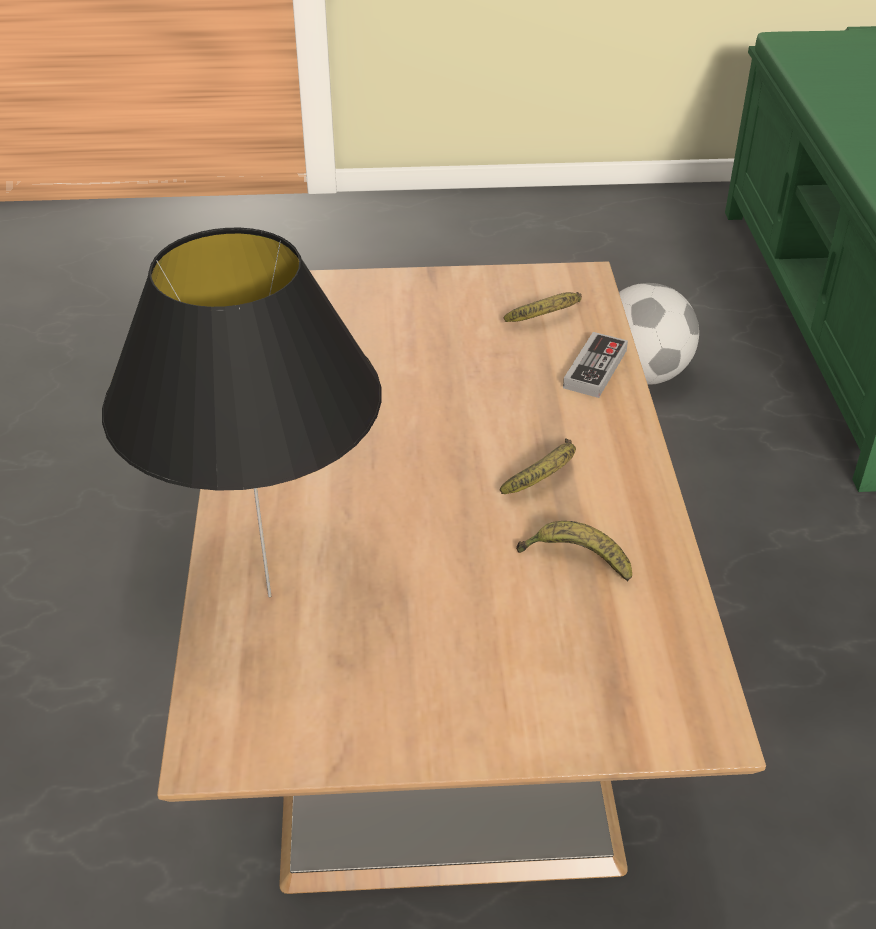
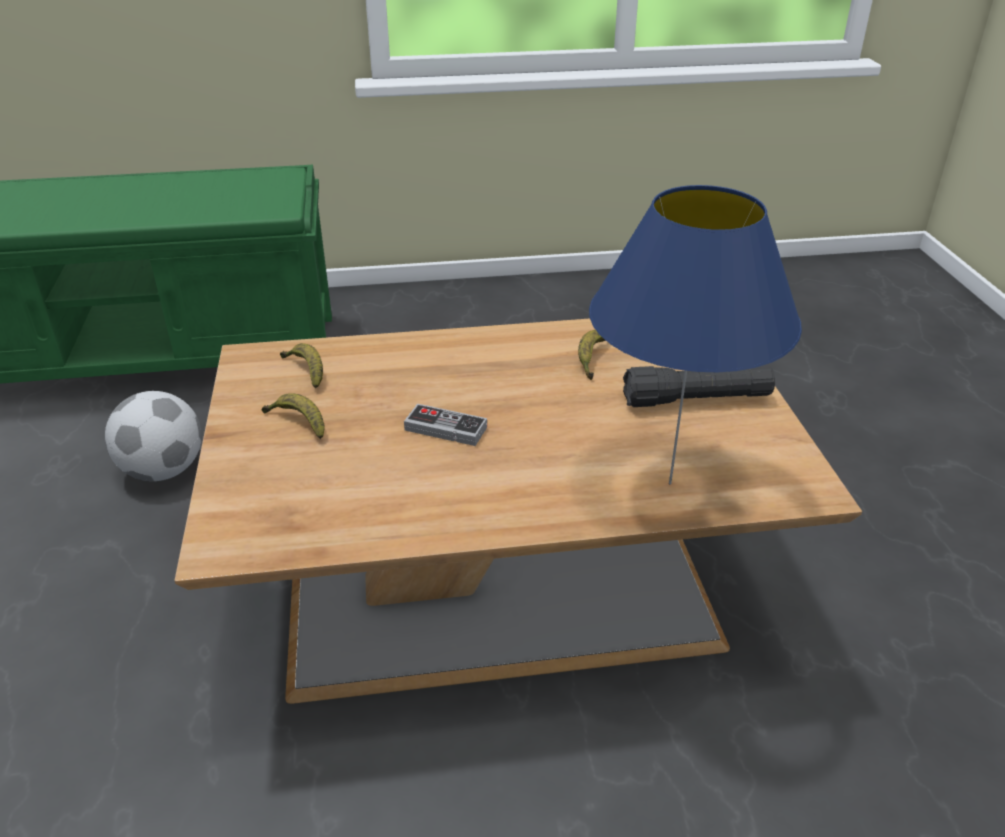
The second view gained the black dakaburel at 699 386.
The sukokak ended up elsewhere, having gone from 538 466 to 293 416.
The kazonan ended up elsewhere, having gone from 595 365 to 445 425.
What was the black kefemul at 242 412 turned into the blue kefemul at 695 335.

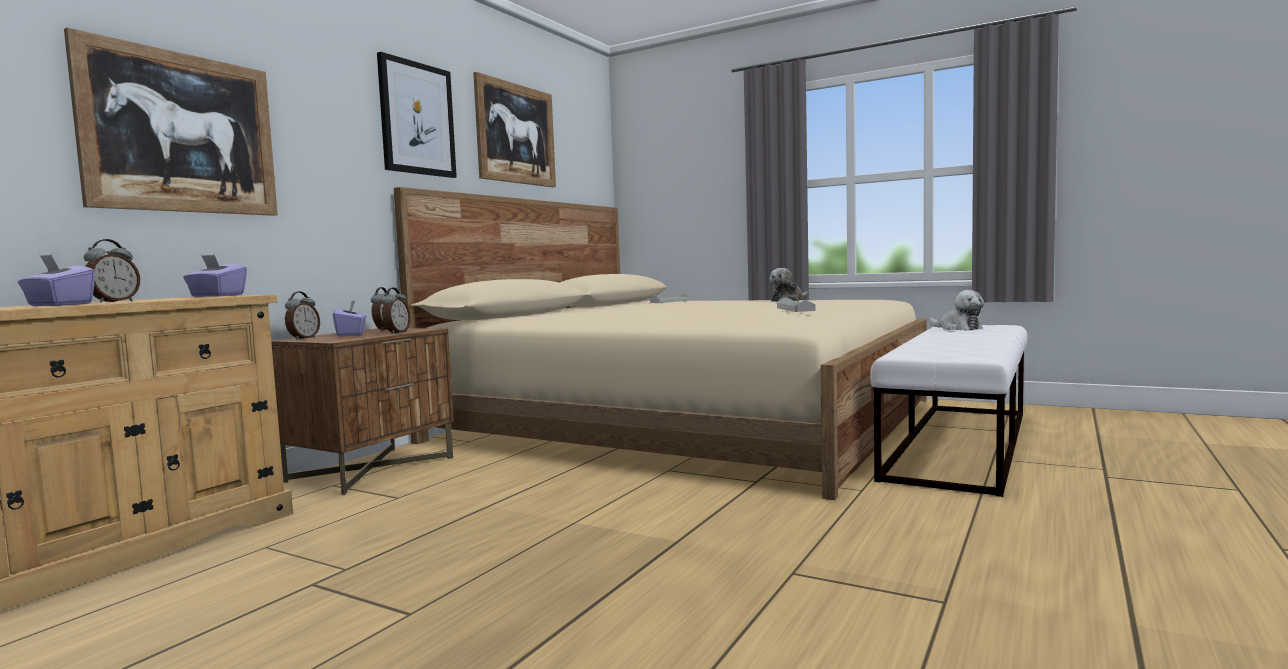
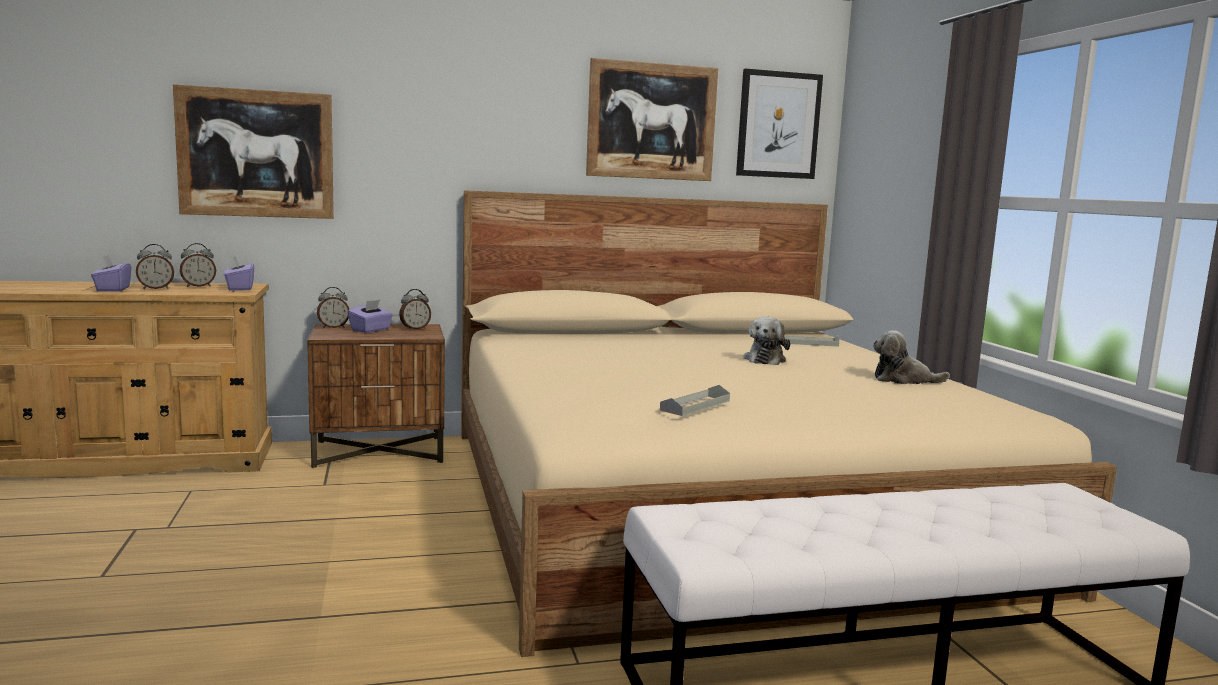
The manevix ended up elsewhere, having gone from 417 115 to 779 124.
The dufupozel ended up elsewhere, having gone from 395 310 to 198 265.
The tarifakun ended up elsewhere, having gone from 956 310 to 767 341.

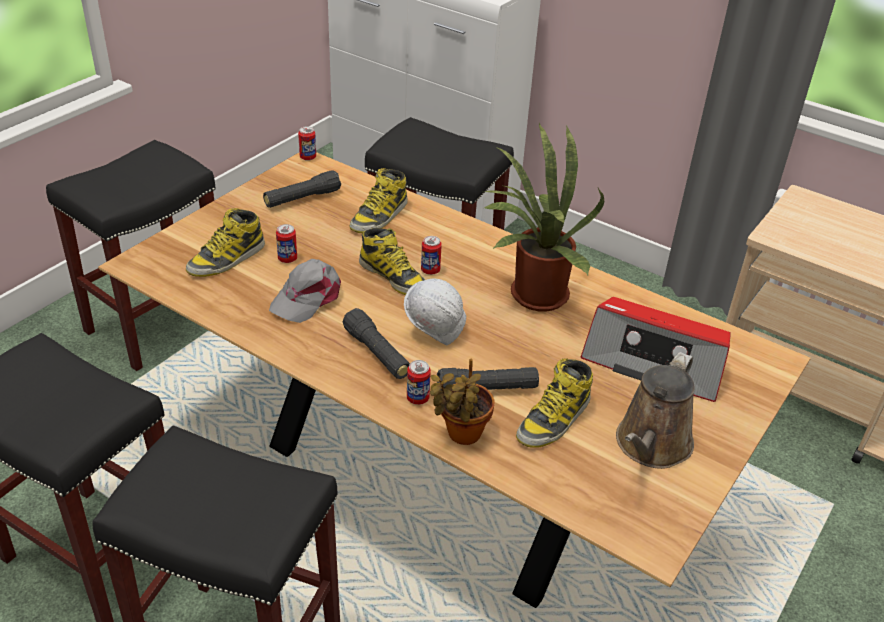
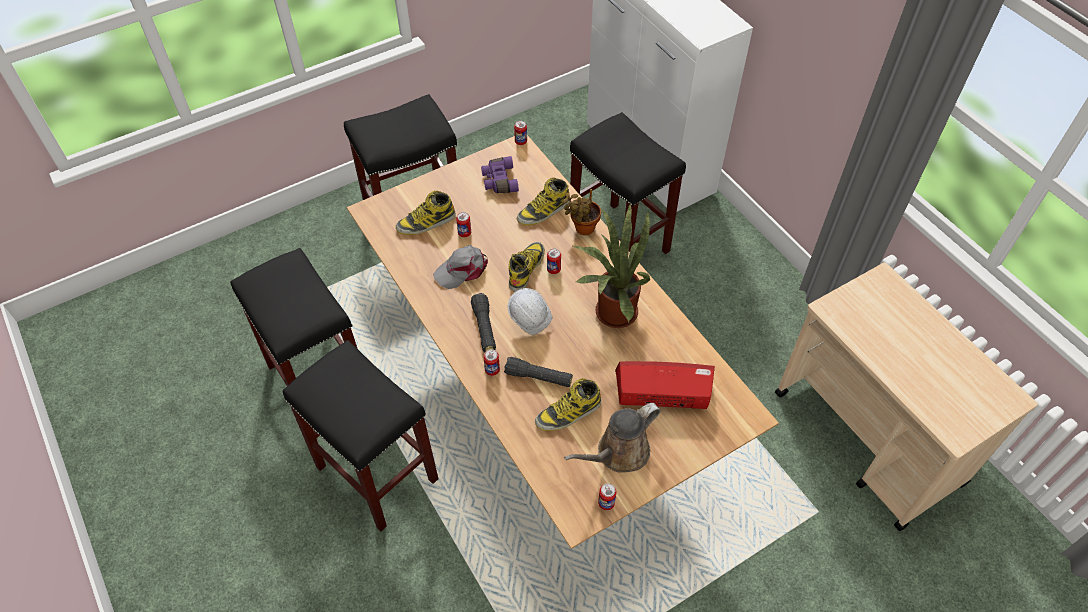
The second view gained the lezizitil at 607 496.
The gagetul ended up elsewhere, having gone from 462 402 to 581 212.
Where the black dakaburel stood at 302 189, the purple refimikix came to stand at 500 174.
The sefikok at 392 261 ended up facing another way, 135 degrees counterclockwise from before.
The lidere at 656 349 ended up facing another way, 135 degrees clockwise from before.

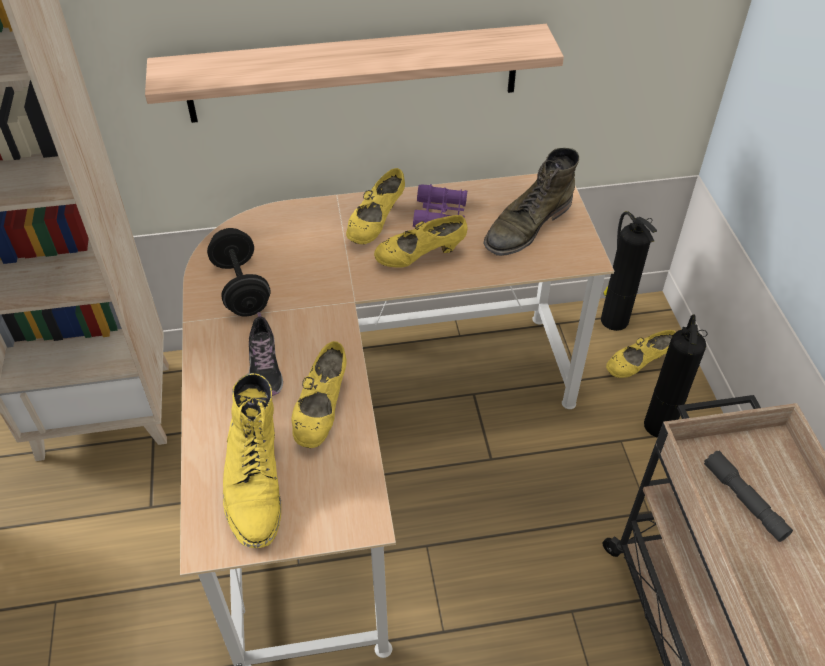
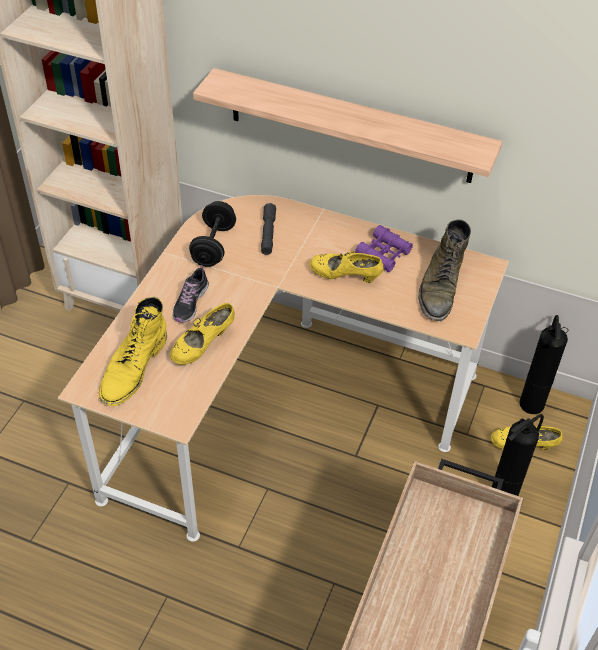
The second view lost the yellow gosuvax at 375 206.
The grey dakaburel ended up elsewhere, having gone from 748 496 to 268 229.
The green sefikok at 531 202 ended up facing another way, 60 degrees counterclockwise from before.

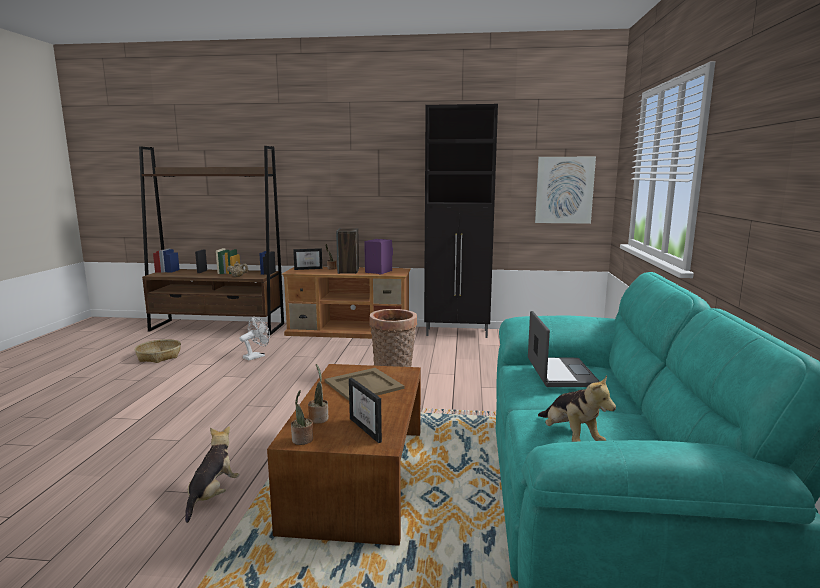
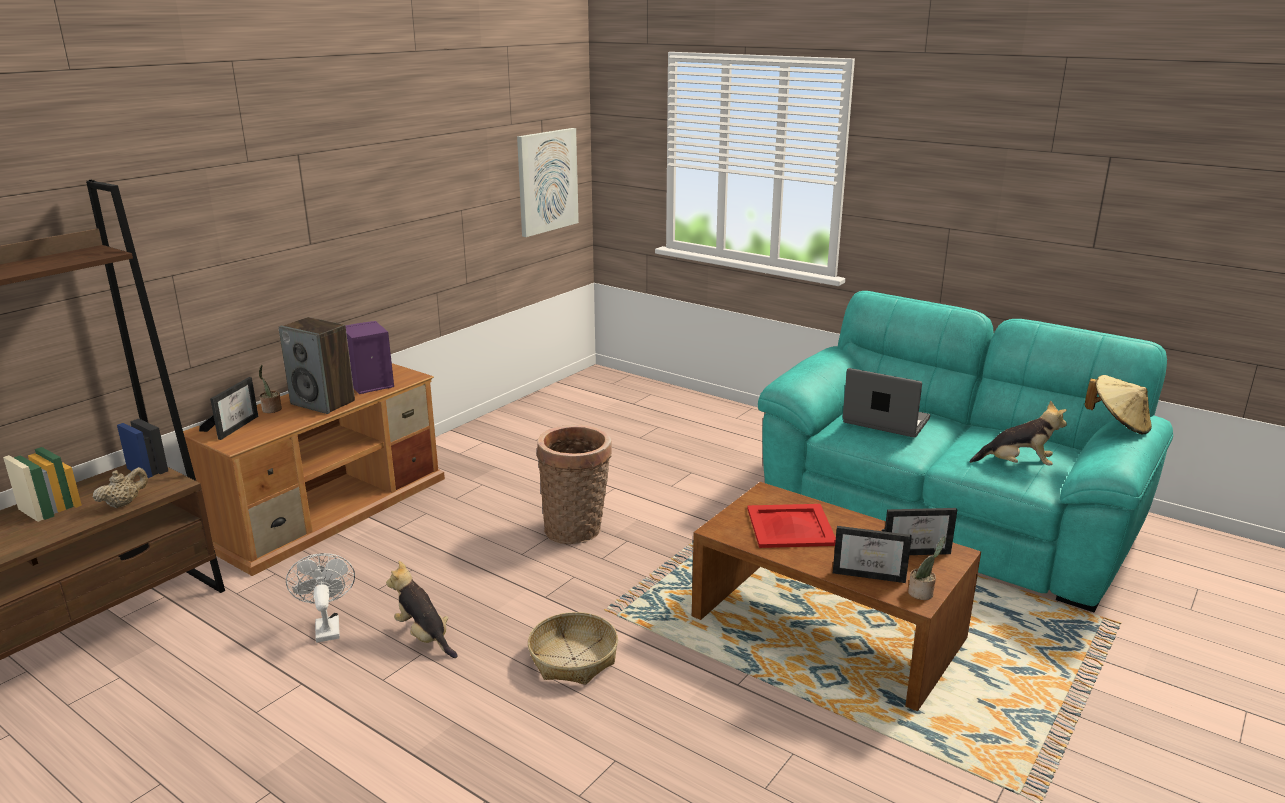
The second view lost the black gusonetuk at 461 221.
The second view gained the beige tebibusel at 1118 405.
The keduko ended up elsewhere, having gone from 158 351 to 573 648.
The tarifakun ended up elsewhere, having gone from 212 474 to 422 609.
Where the gagetul stood at 318 394, the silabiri came to stand at 872 554.
What was the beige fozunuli at 364 384 turned into the red fozunuli at 791 526.

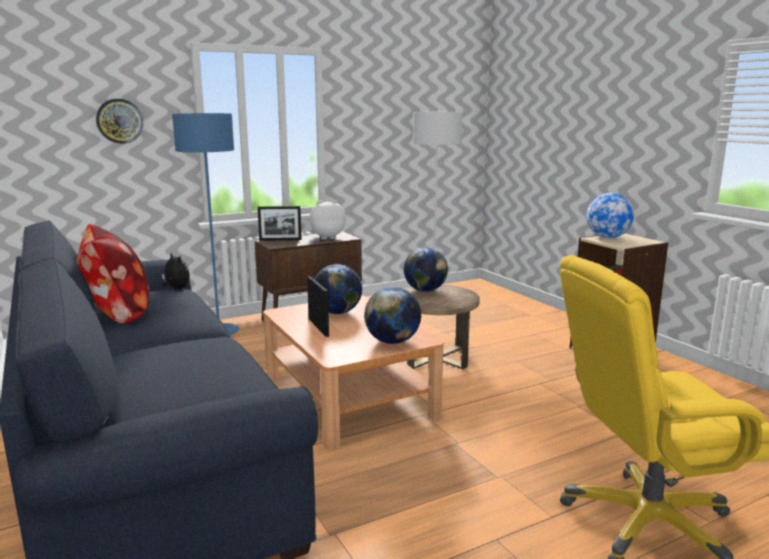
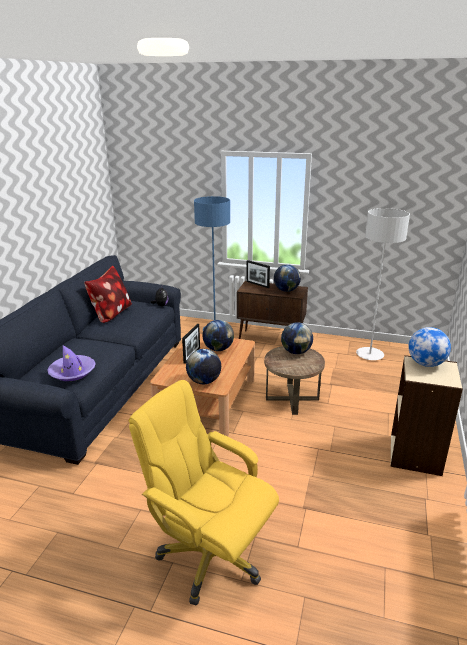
The second view lost the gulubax at 119 121.
The second view gained the purple tebibusel at 71 363.
Where the tarifakun stood at 328 219, the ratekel came to stand at 287 278.

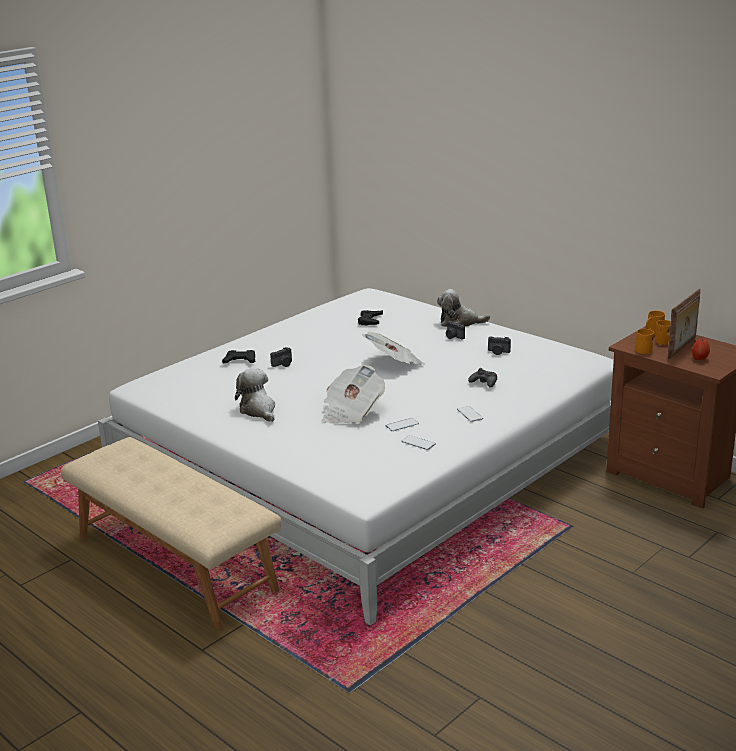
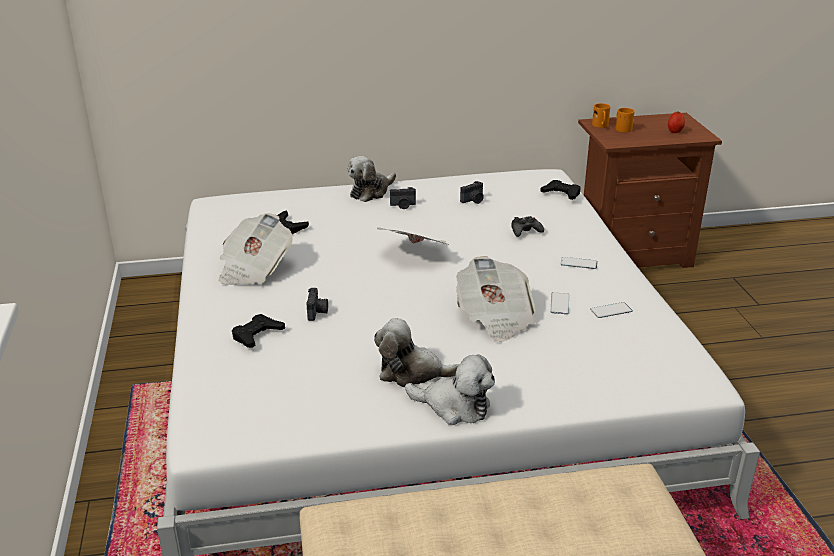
The second view lost the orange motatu at 644 341.
The second view lost the silabiri at 683 324.
The second view gained the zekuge at 255 249.
The second view gained the tarifakun at 450 389.
The second view gained the black kazonan at 560 190.

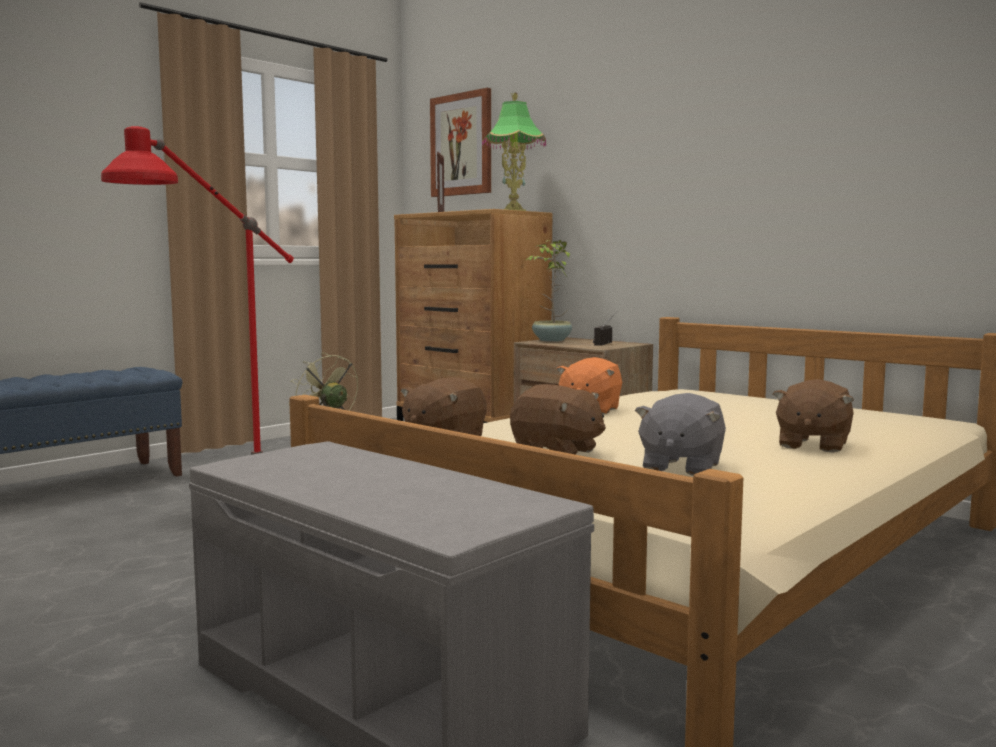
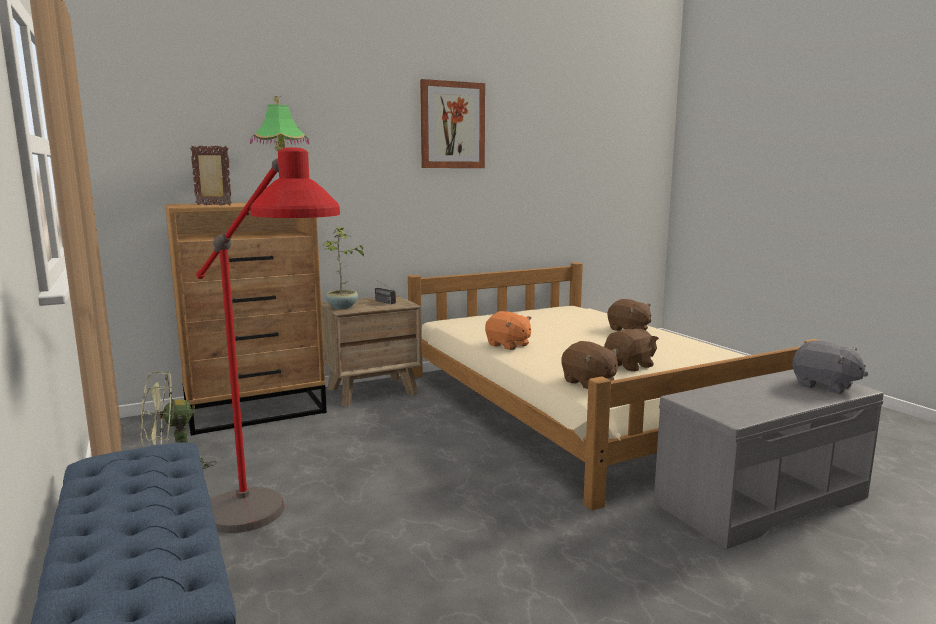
The manevix ended up elsewhere, having gone from 460 142 to 452 123.
The grey tarifakun ended up elsewhere, having gone from 680 434 to 830 367.

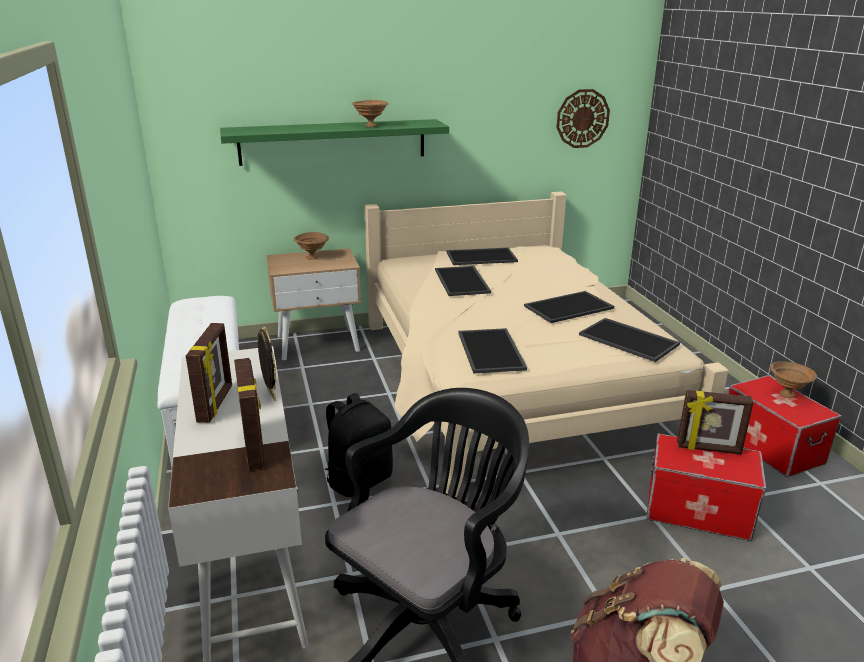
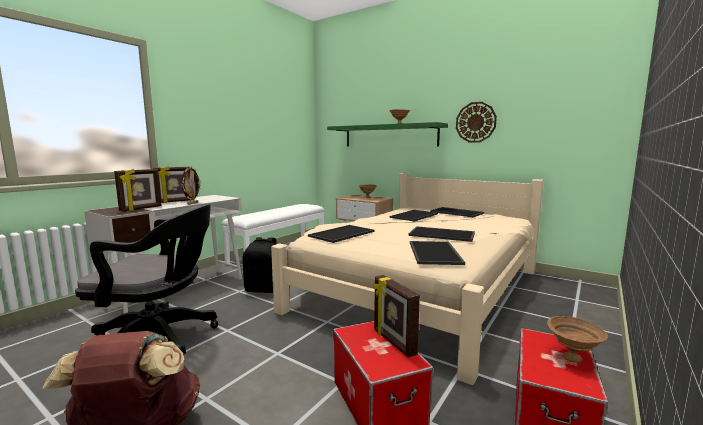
The gulubax ended up elsewhere, having gone from 583 118 to 476 122.

